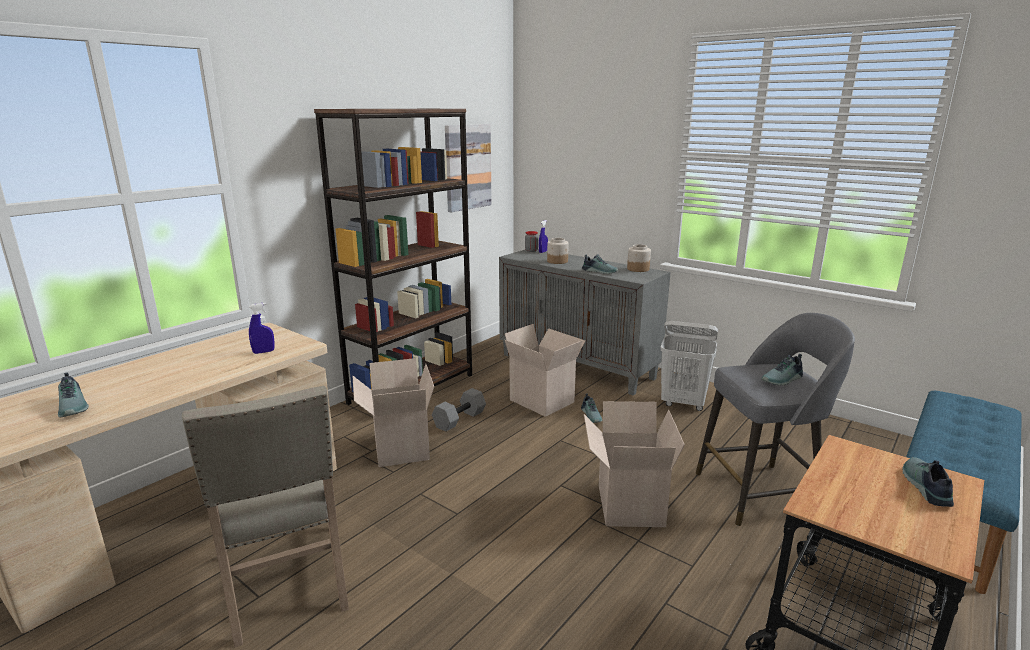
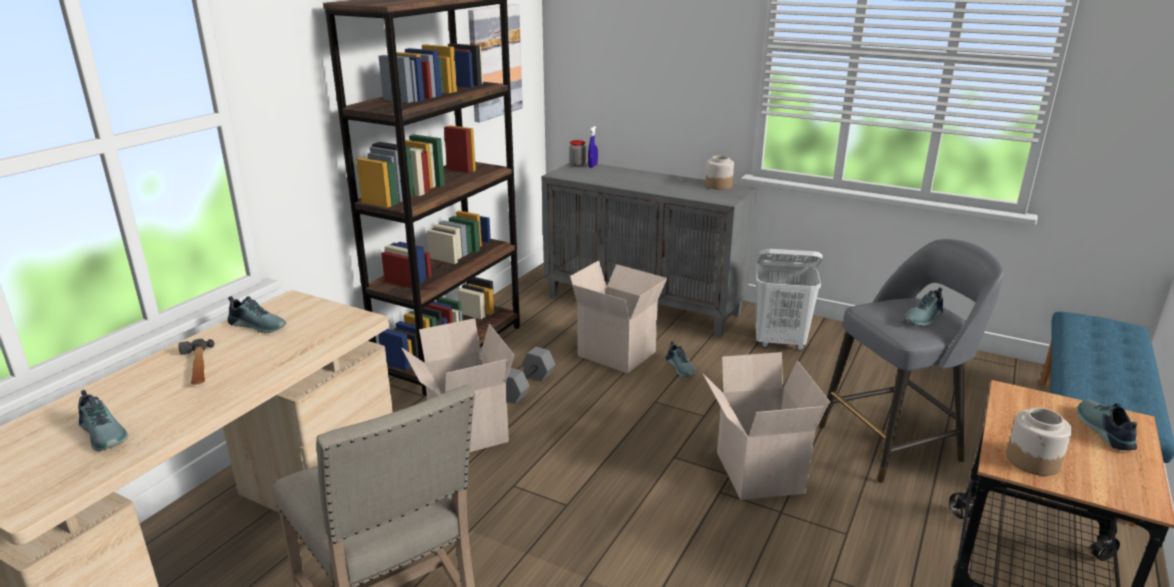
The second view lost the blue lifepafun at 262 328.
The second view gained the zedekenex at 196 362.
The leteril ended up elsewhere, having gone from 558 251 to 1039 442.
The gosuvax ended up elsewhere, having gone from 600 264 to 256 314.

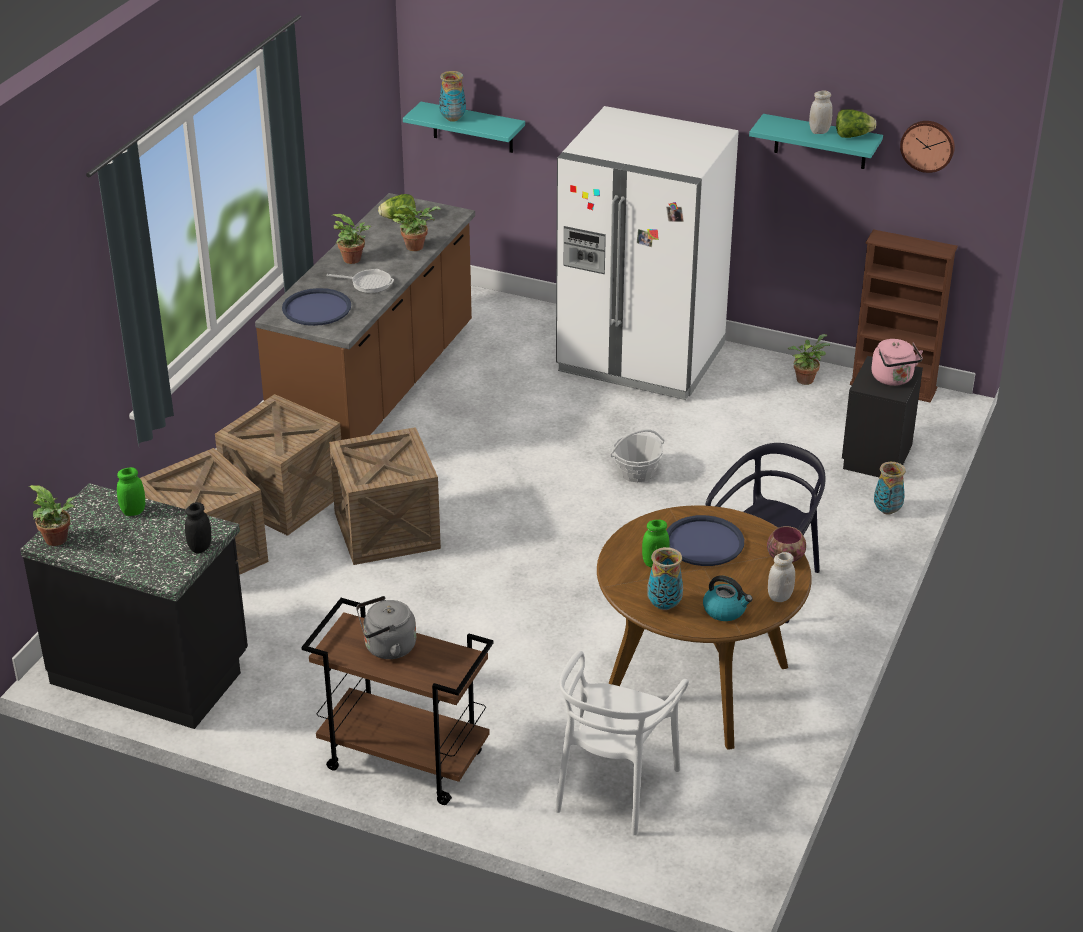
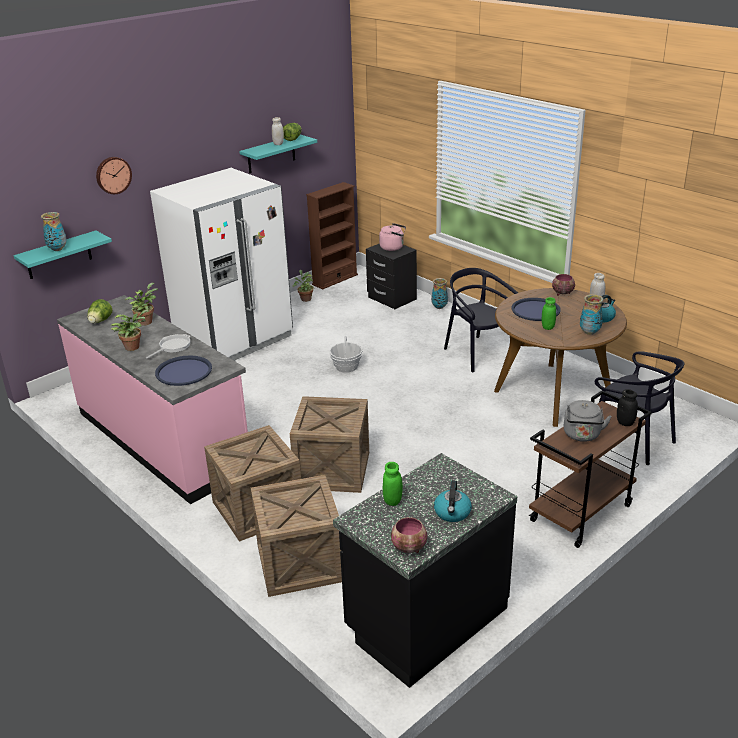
The second view gained the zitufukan at 453 501.
The black leteril ended up elsewhere, having gone from 198 528 to 627 407.
The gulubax ended up elsewhere, having gone from 927 147 to 114 175.
Where the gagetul stood at 52 515, the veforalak came to stand at 409 535.
What was the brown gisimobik at 365 316 turned into the pink gisimobik at 152 399.
What was the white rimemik at 622 743 turned into the black rimemik at 639 408.

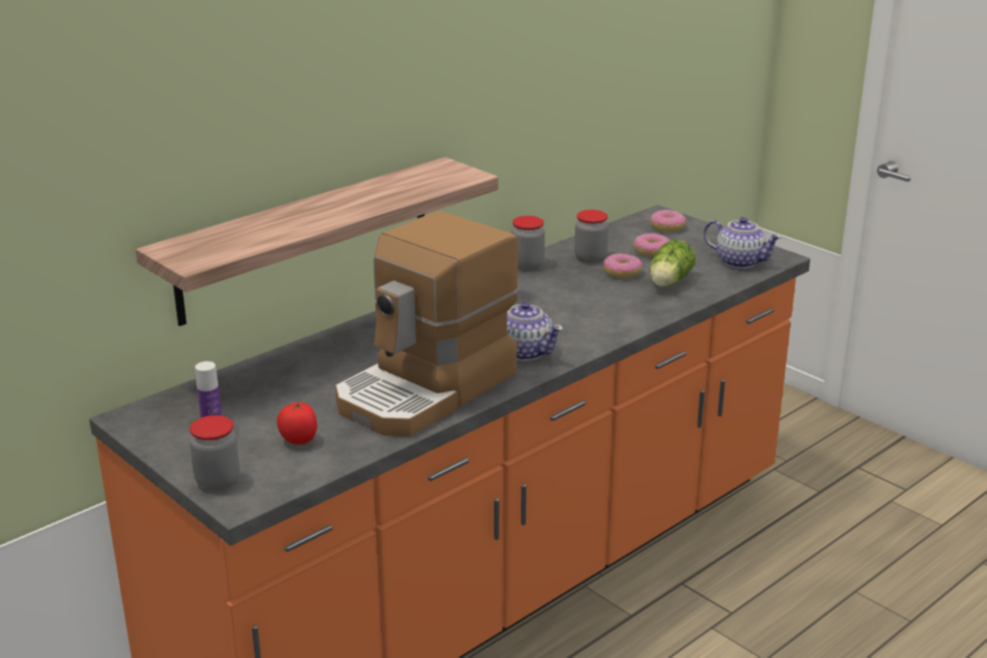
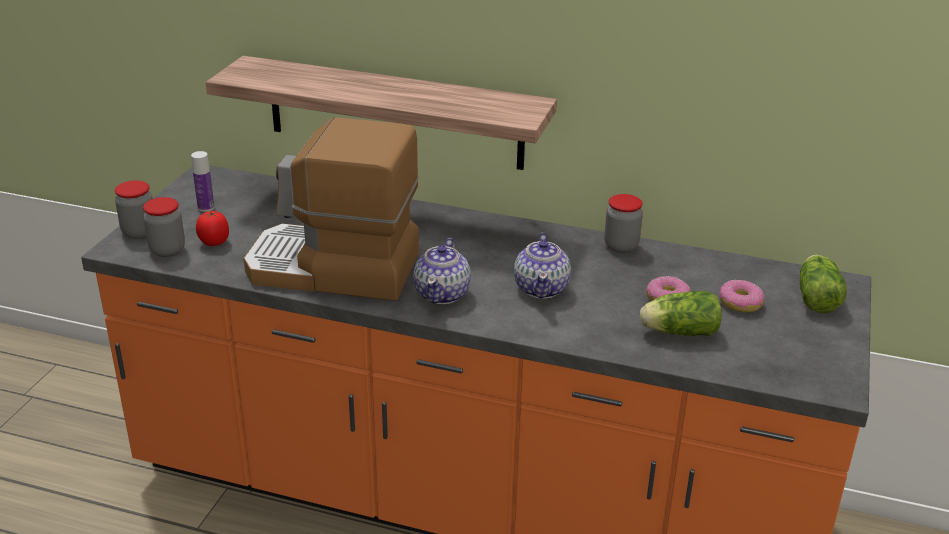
The leteril ended up elsewhere, having gone from 591 237 to 164 227.
The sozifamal ended up elsewhere, having gone from 743 243 to 542 266.
Where the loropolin stood at 668 221, the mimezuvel came to stand at 823 284.

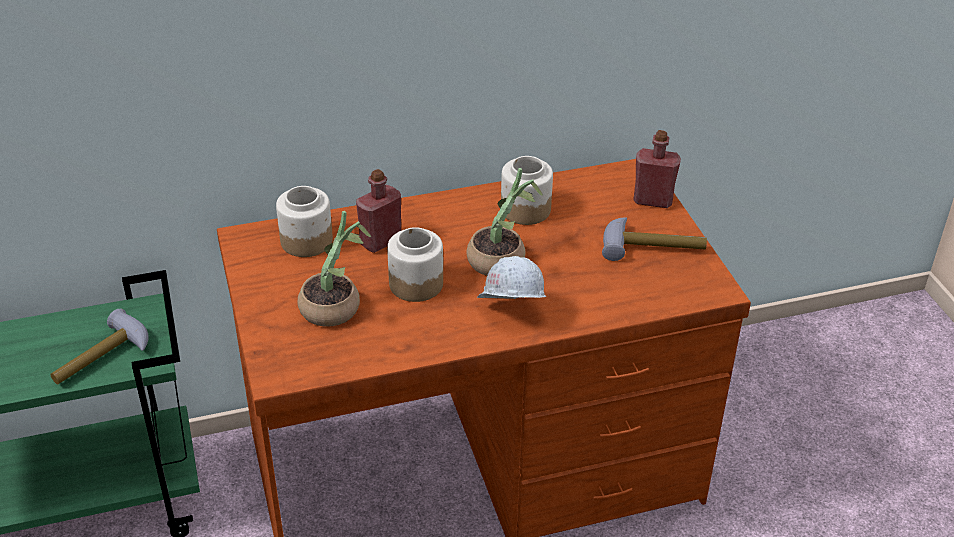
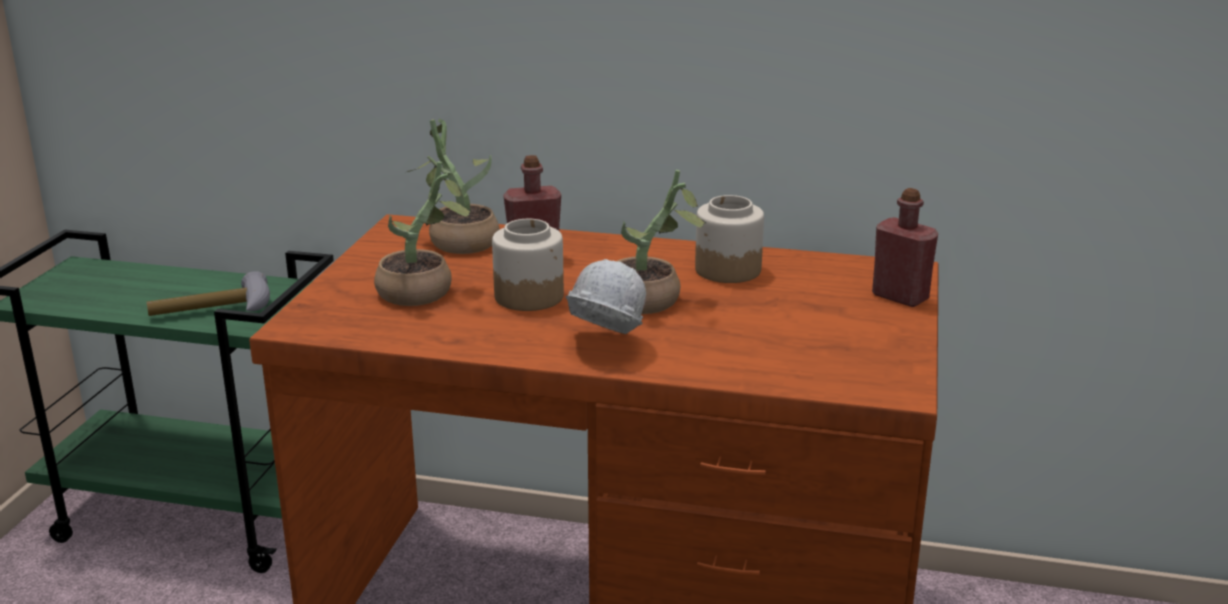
The second view lost the zedekenex at 654 239.
Where the leteril stood at 304 221, the gagetul came to stand at 453 186.

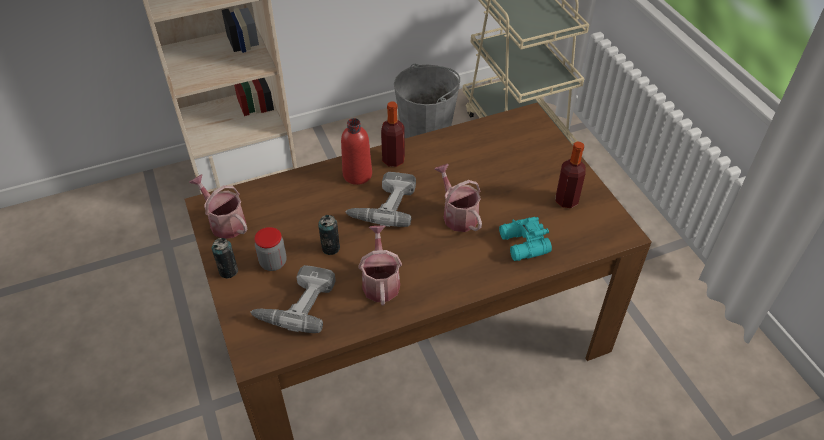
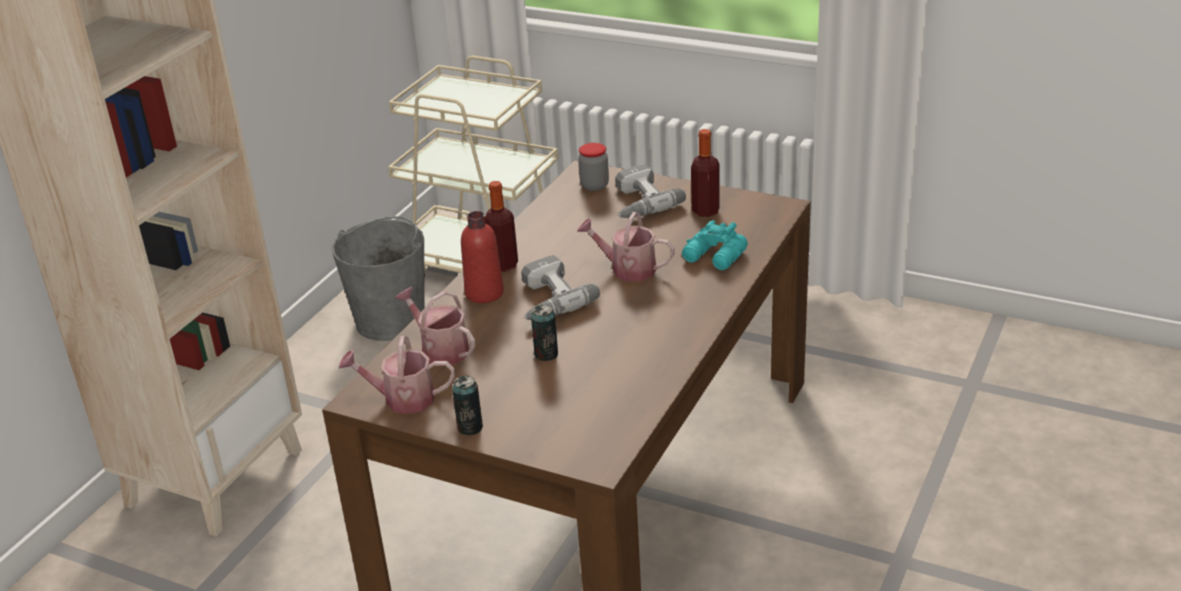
The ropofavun ended up elsewhere, having gone from 293 299 to 650 191.
The leteril ended up elsewhere, having gone from 270 249 to 593 167.
The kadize ended up elsewhere, having gone from 380 265 to 435 326.

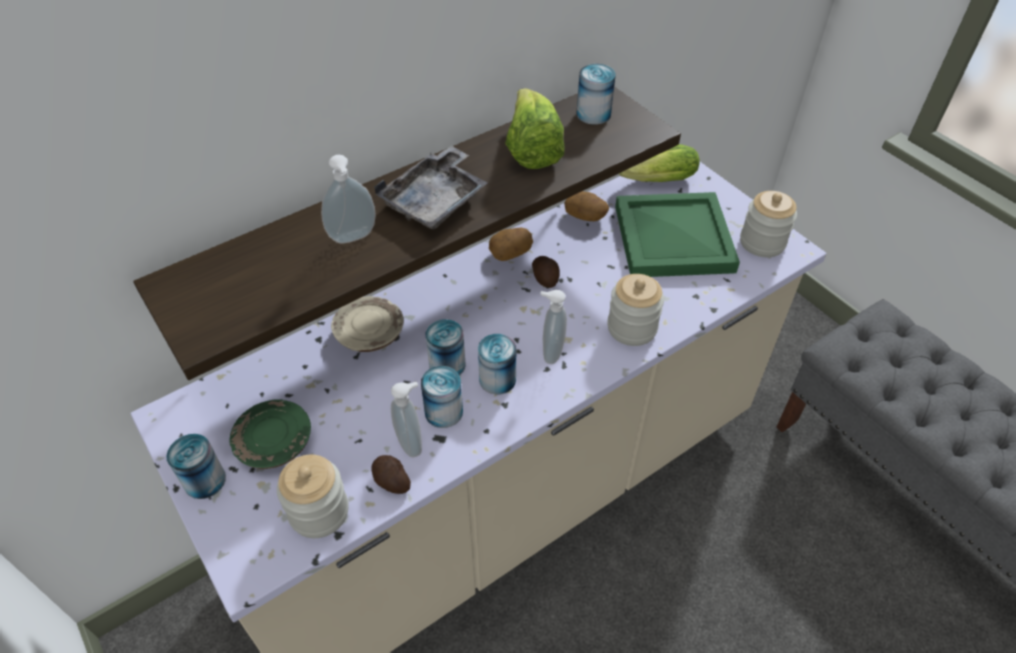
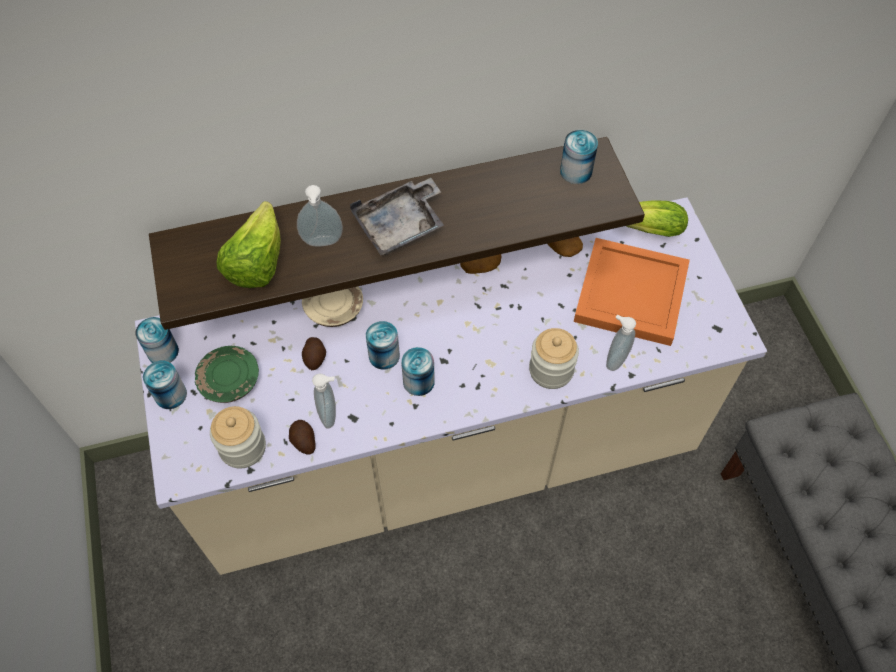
The second view lost the leteril at 768 224.
The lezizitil ended up elsewhere, having gone from 442 397 to 157 340.
The mimezuvel ended up elsewhere, having gone from 534 128 to 249 244.
The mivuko ended up elsewhere, having gone from 546 272 to 314 353.
The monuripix ended up elsewhere, having gone from 553 327 to 621 342.
What was the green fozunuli at 677 234 turned into the orange fozunuli at 632 292.

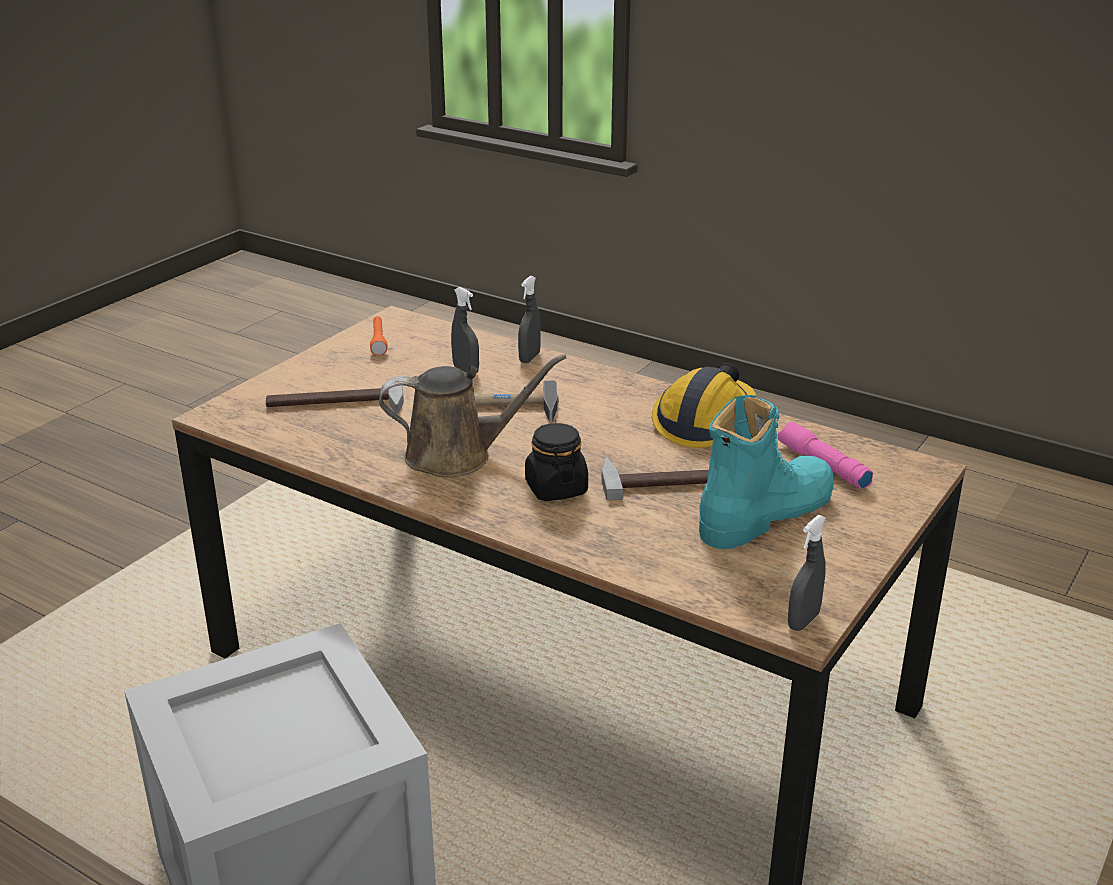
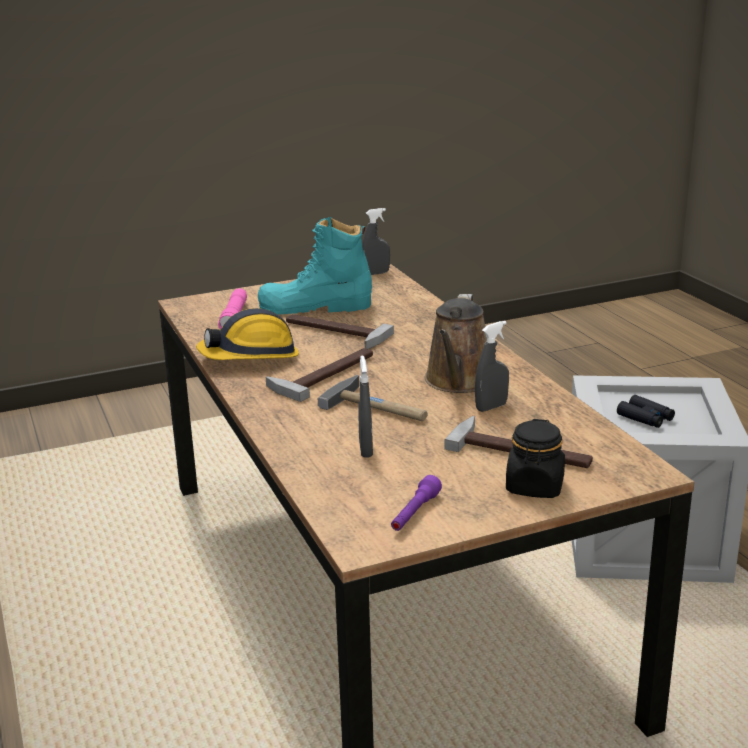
The second view gained the zedekenex at 319 375.
The second view gained the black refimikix at 646 411.
The grey lifepafun ended up elsewhere, having gone from 529 319 to 492 366.
The black leteril ended up elsewhere, having gone from 556 462 to 535 458.
What was the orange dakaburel at 379 336 turned into the purple dakaburel at 416 503.
The brown kadize at 472 416 ended up facing another way, 105 degrees counterclockwise from before.

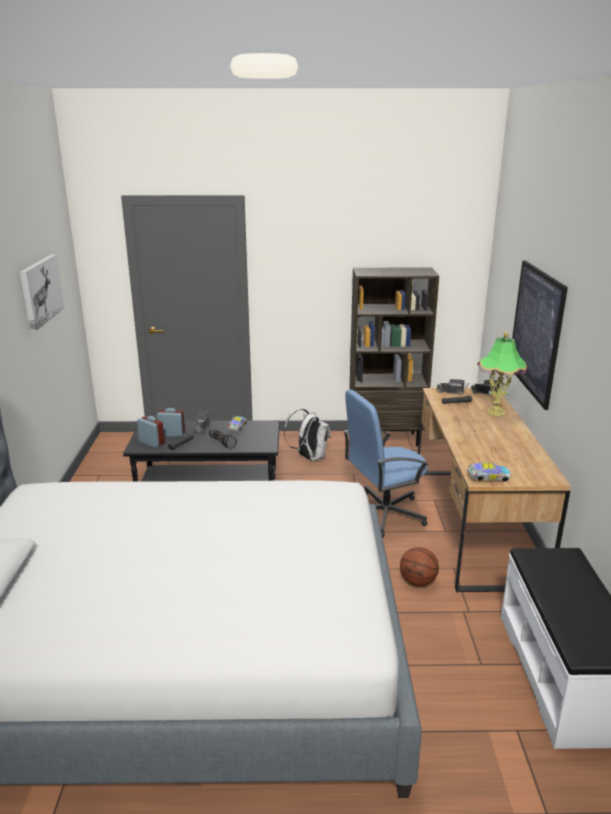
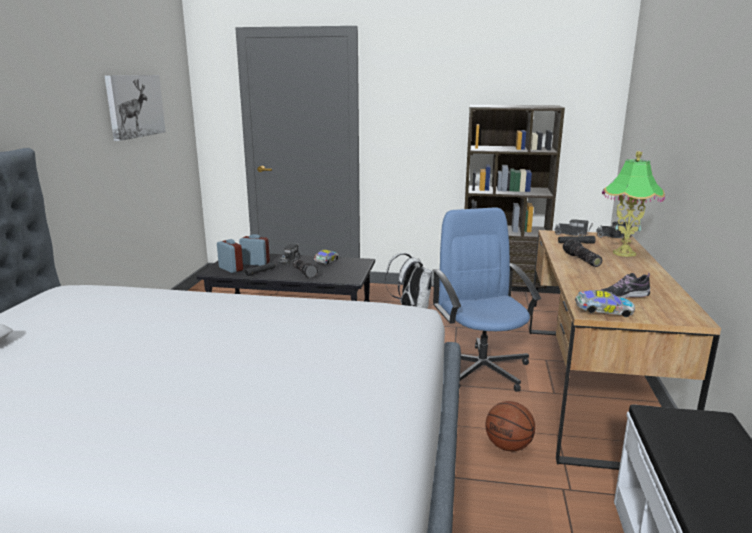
The second view lost the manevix at 540 335.
The second view gained the dakaburel at 582 252.
The second view gained the gosuvax at 625 285.
The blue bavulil at 386 464 ended up facing another way, 90 degrees clockwise from before.

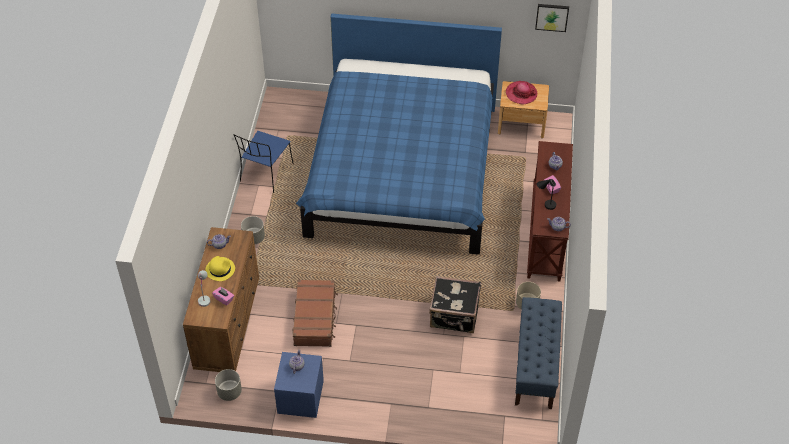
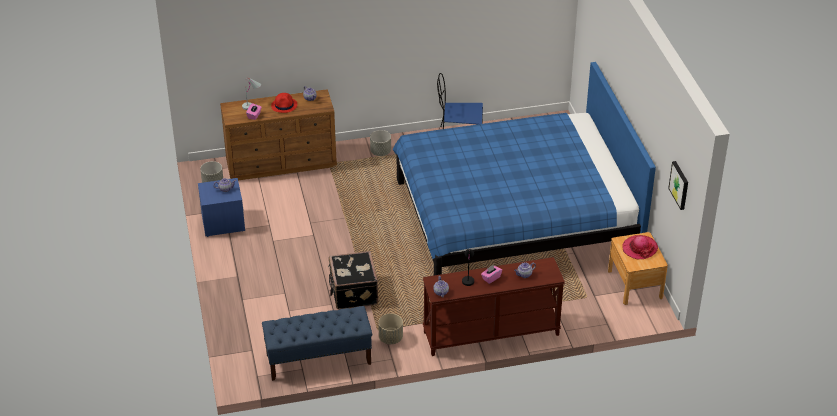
The second view lost the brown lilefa at 315 313.
What was the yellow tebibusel at 220 268 turned into the red tebibusel at 284 103.

